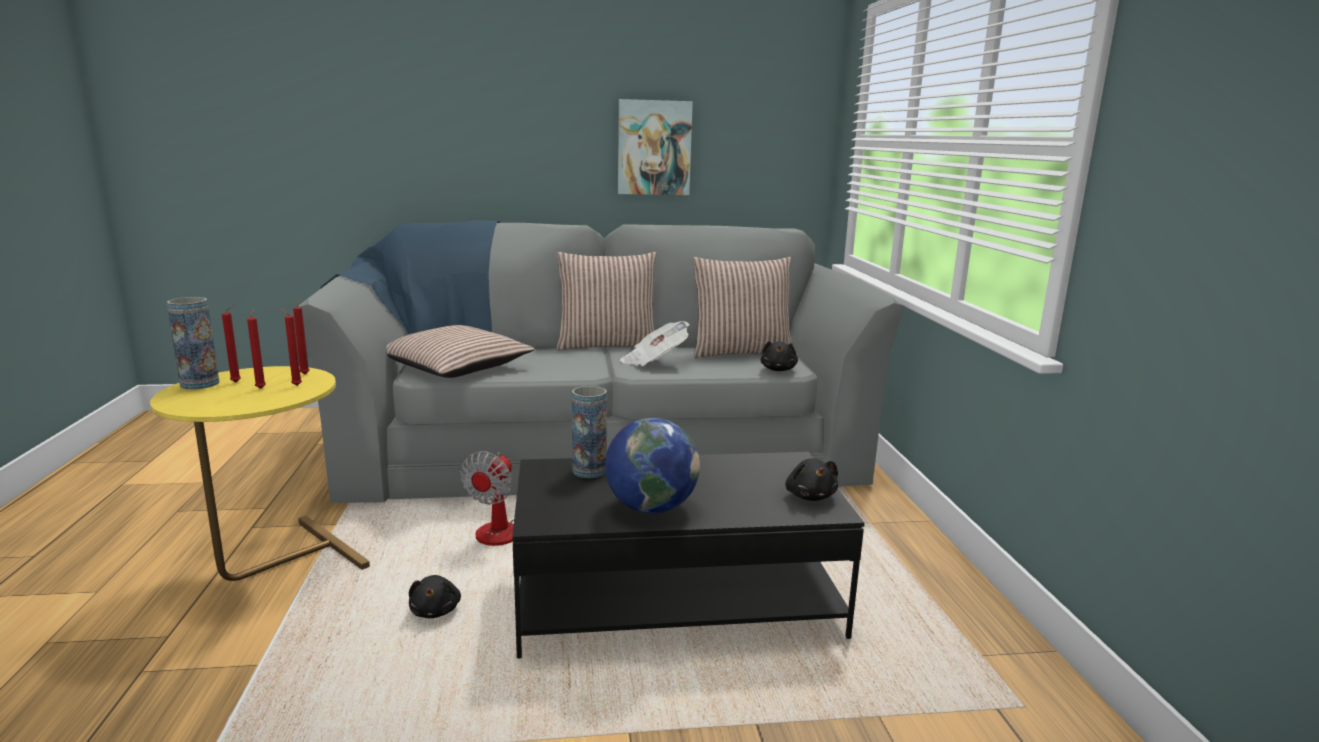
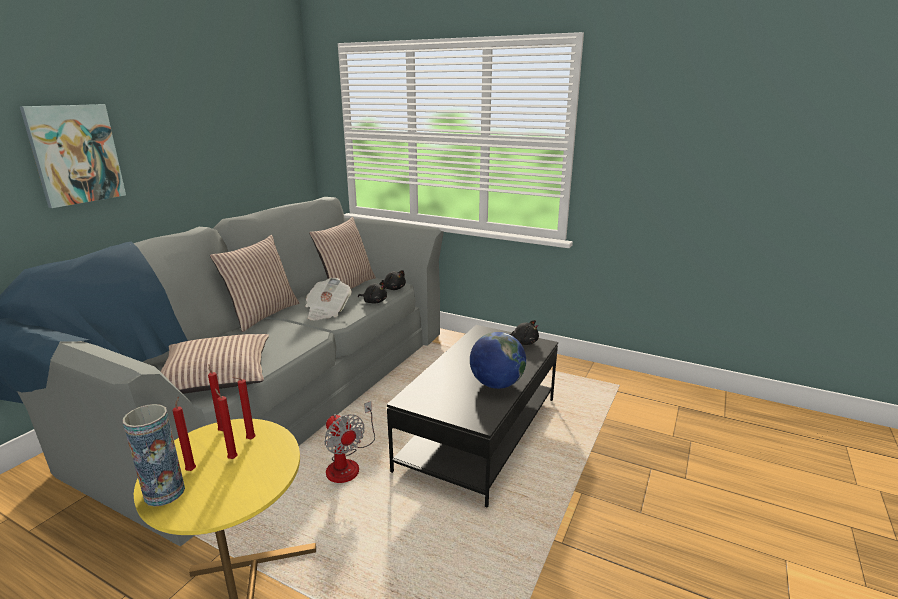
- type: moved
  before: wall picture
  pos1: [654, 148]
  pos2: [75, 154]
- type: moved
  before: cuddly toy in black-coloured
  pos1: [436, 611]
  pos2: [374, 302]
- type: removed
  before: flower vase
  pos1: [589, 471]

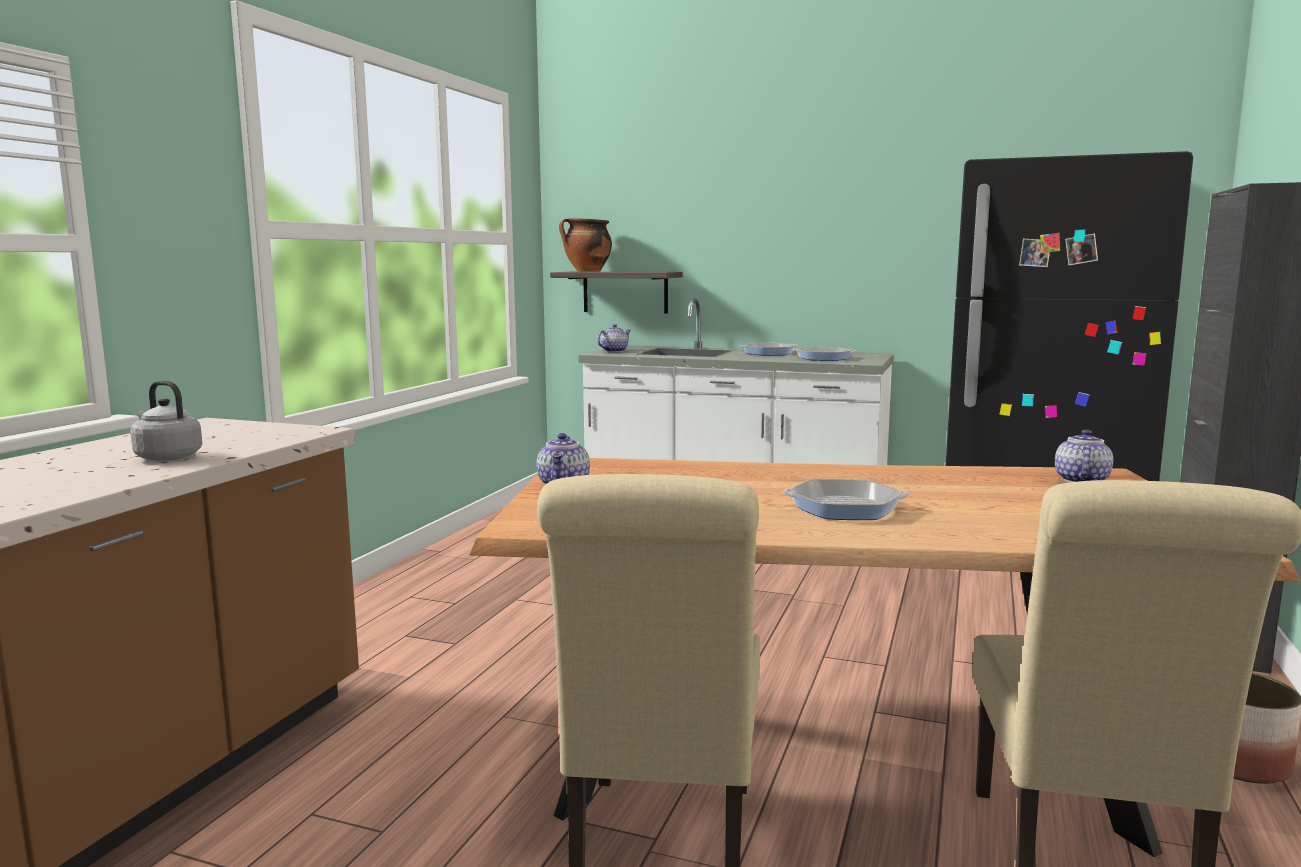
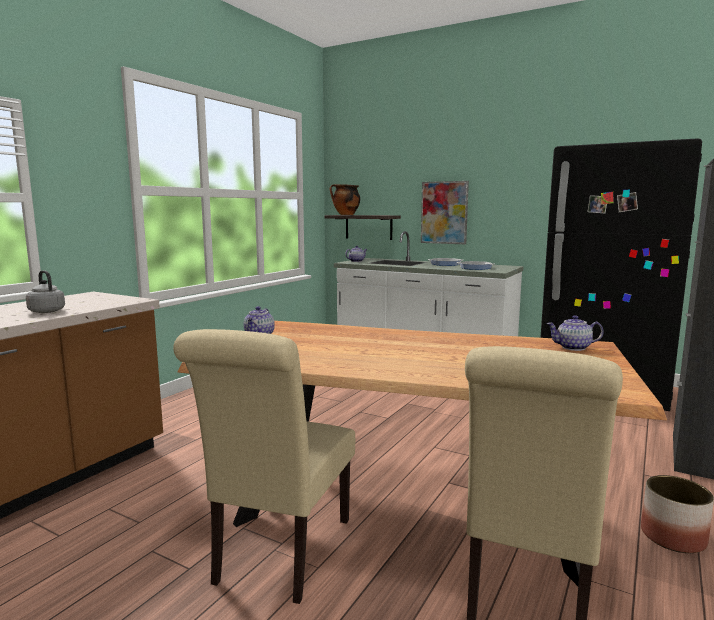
- type: added
  after: wall picture
  pos2: [444, 212]
- type: turned
  before: teapot
  pos1: [1080, 480]
  pos2: [573, 348]
  turn: -120
- type: removed
  before: frying pan
  pos1: [844, 508]

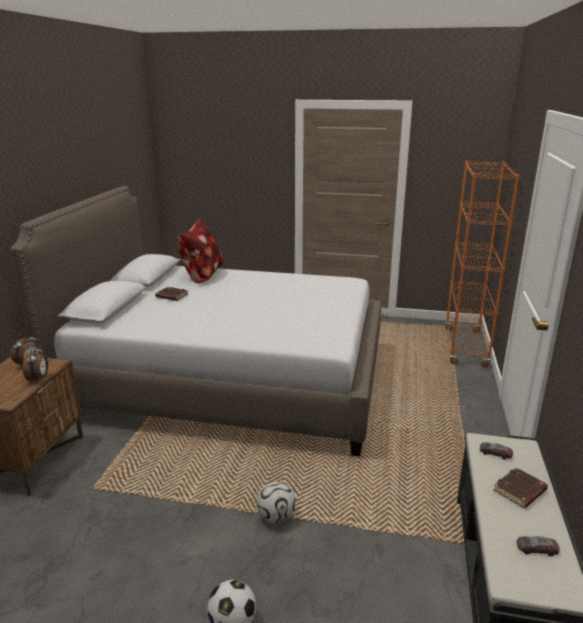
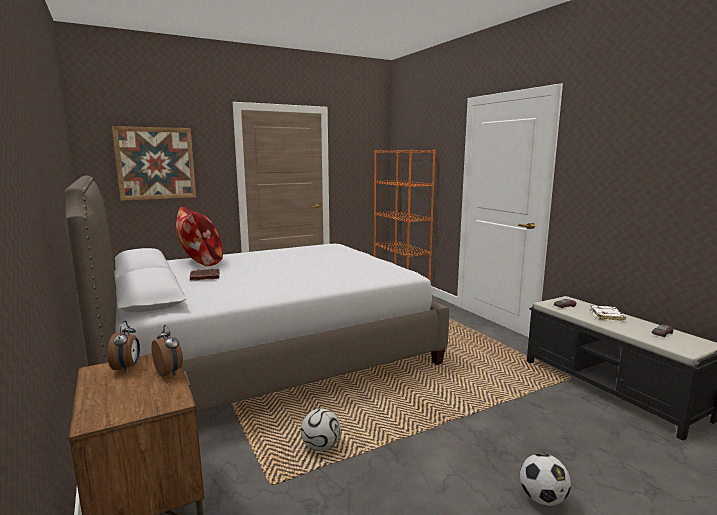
- type: added
  after: wall picture
  pos2: [156, 163]
- type: moved
  before: ball for football
  pos1: [276, 517]
  pos2: [321, 446]
- type: recoloured
  before: book in brown-coloured
  after: book in white-coloured
  pos1: [520, 491]
  pos2: [607, 316]

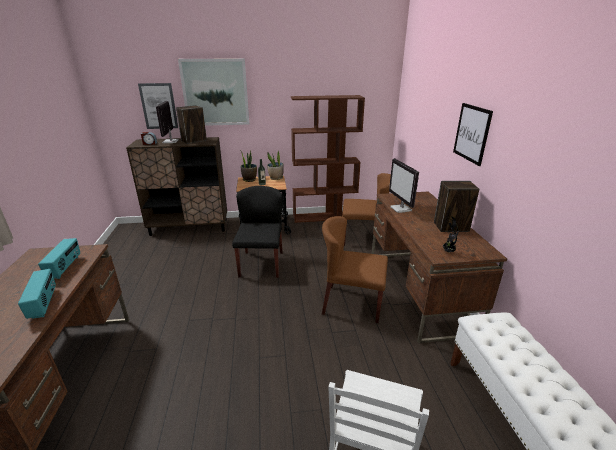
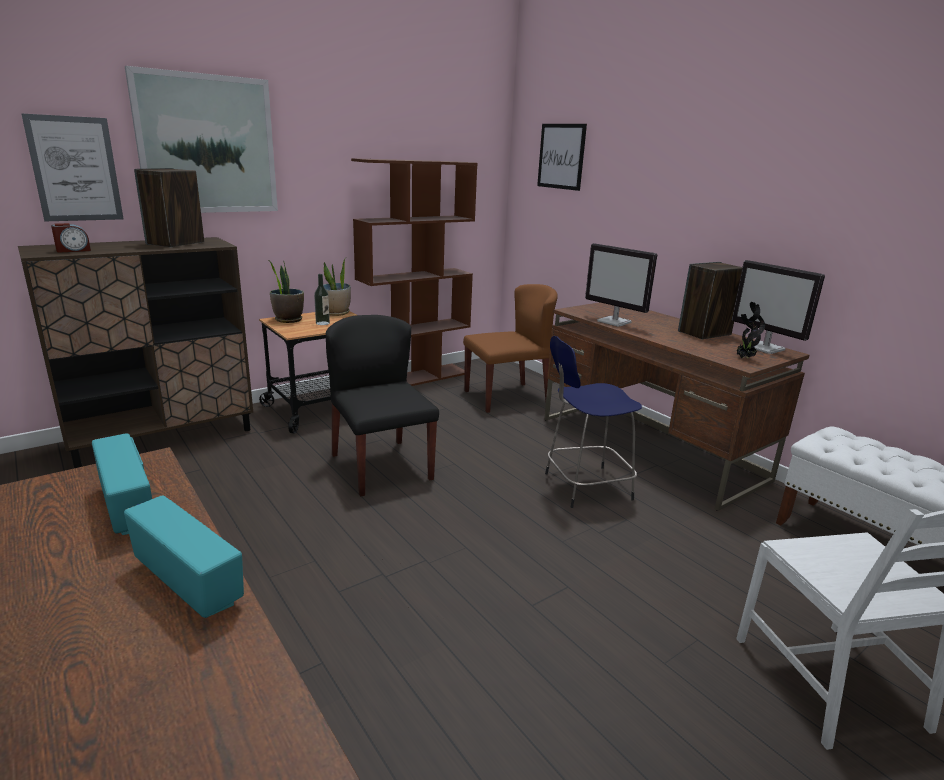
- type: moved
  before: wall picture
  pos1: [472, 133]
  pos2: [561, 156]
- type: replaced
  before: chair in brown-coloured
  after: stool in bluish
  pos1: [351, 303]
  pos2: [584, 486]
- type: moved
  before: computer screen
  pos1: [170, 141]
  pos2: [765, 348]

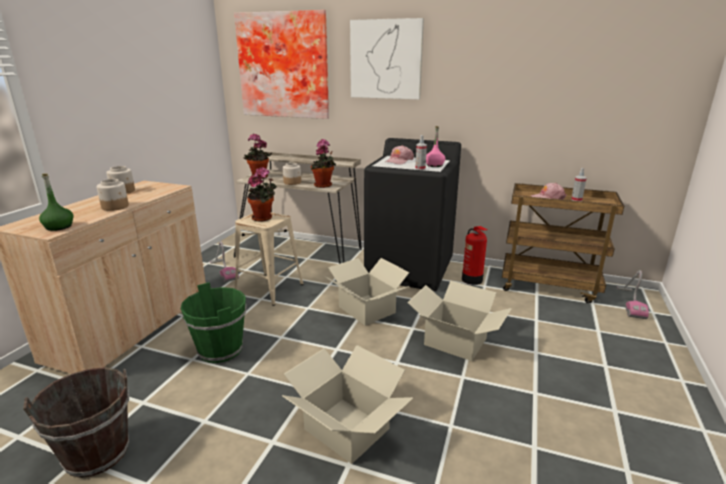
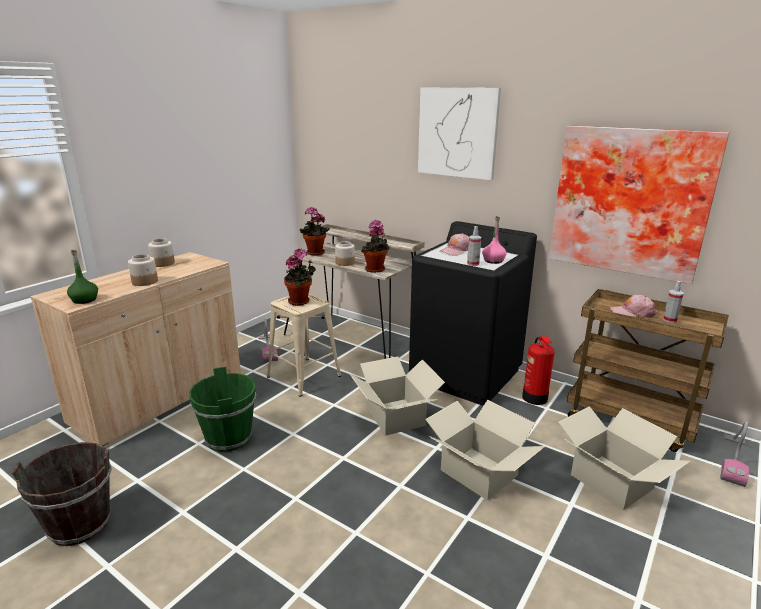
- type: moved
  before: wall picture
  pos1: [284, 66]
  pos2: [630, 201]
- type: moved
  before: packing box
  pos1: [346, 429]
  pos2: [611, 482]

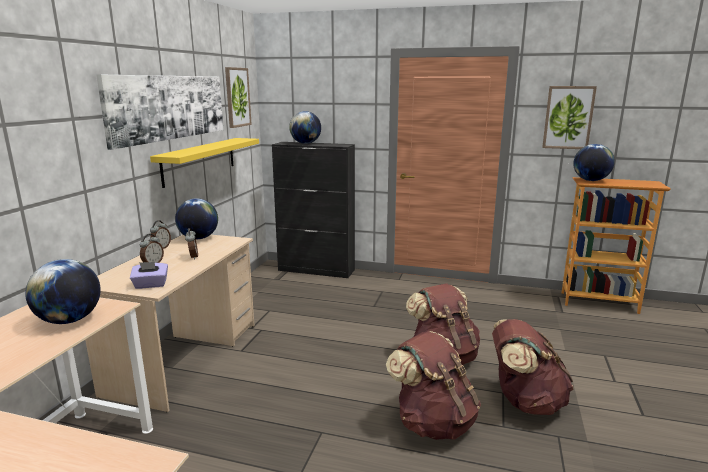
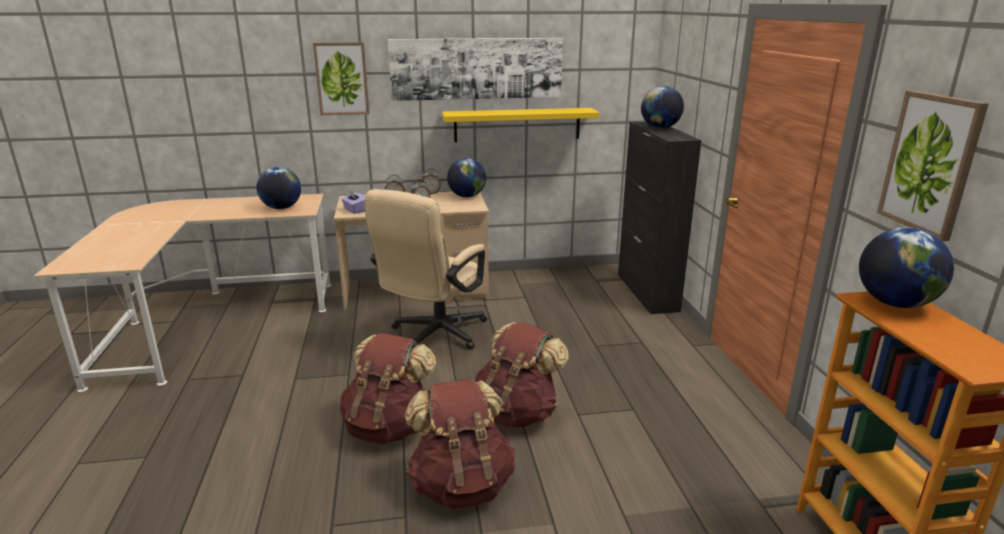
- type: moved
  before: wall picture
  pos1: [237, 97]
  pos2: [342, 79]
- type: added
  after: office chair in beige
  pos2: [433, 336]

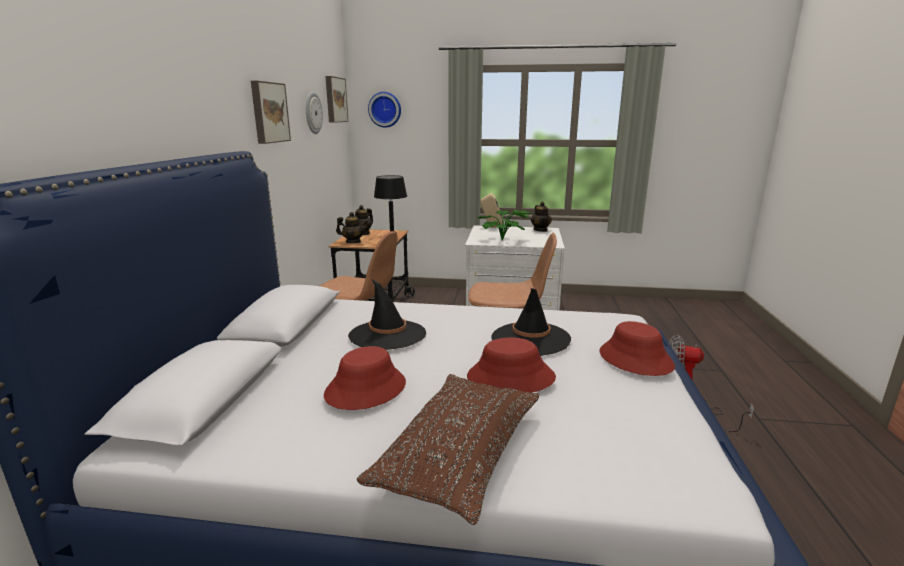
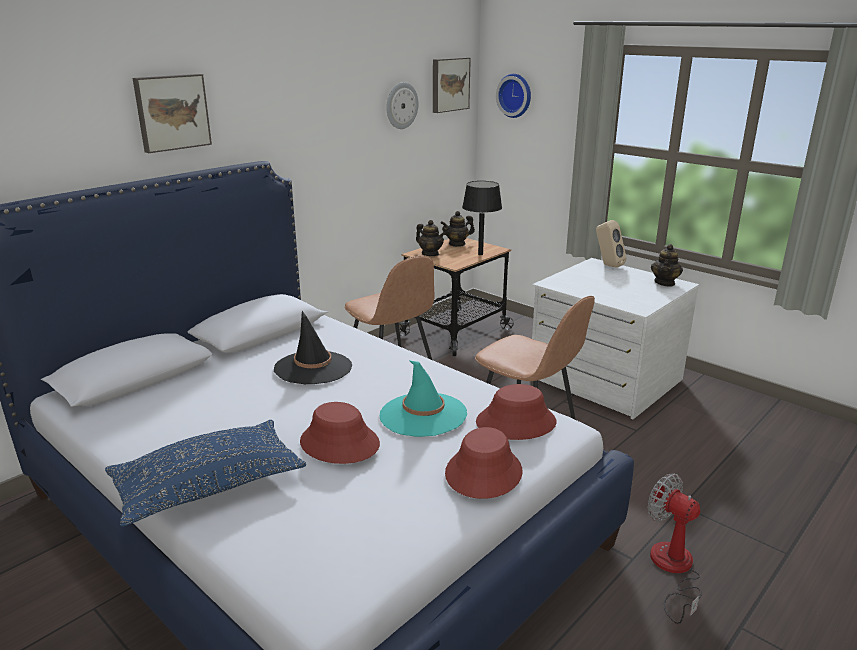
- type: recoloured
  before: cushion in brown-coloured
  after: cushion in bluish
  pos1: [460, 455]
  pos2: [209, 486]
- type: moved
  before: wall picture
  pos1: [268, 112]
  pos2: [171, 112]
- type: recoloured
  before: hat in black-coloured
  after: hat in blue-green
  pos1: [530, 339]
  pos2: [423, 415]
- type: moved
  before: hat in red
  pos1: [365, 389]
  pos2: [516, 422]
- type: removed
  before: plant in a pot
  pos1: [504, 240]

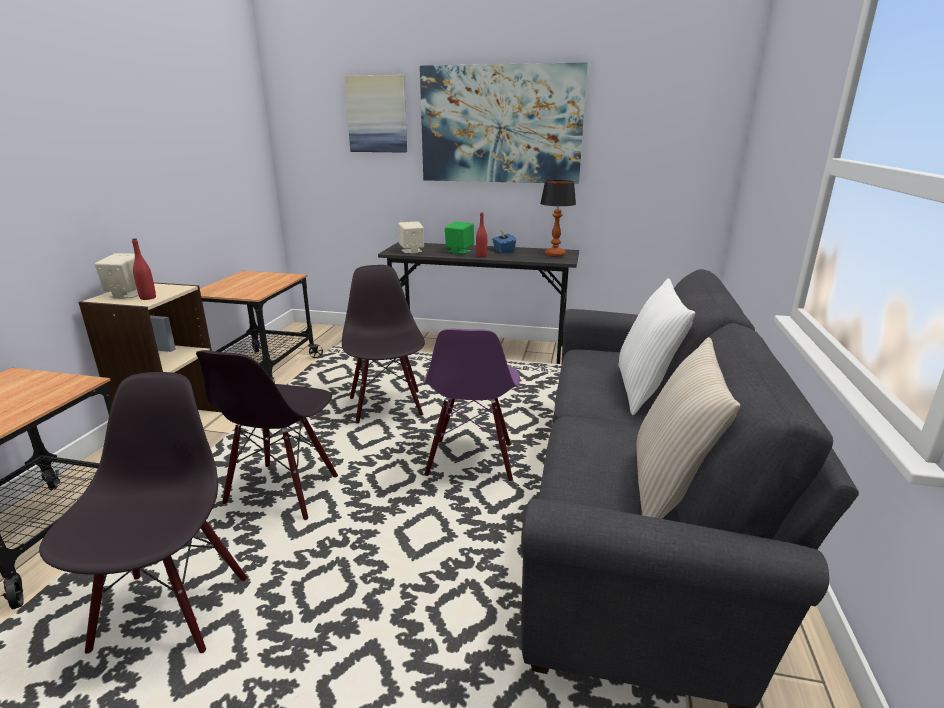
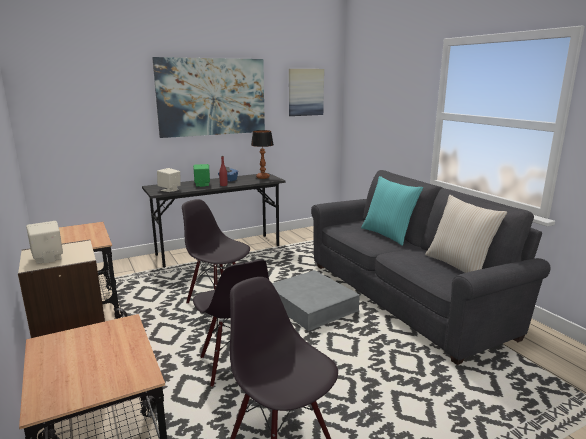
- type: replaced
  before: chair in purple
  after: storage bin in grey
  pos1: [471, 461]
  pos2: [311, 306]
- type: moved
  before: wall picture
  pos1: [377, 114]
  pos2: [305, 92]
- type: recoloured
  before: cushion in white-coloured
  after: cushion in blue-green
  pos1: [645, 390]
  pos2: [388, 235]
- type: removed
  before: bottle in red
  pos1: [148, 298]

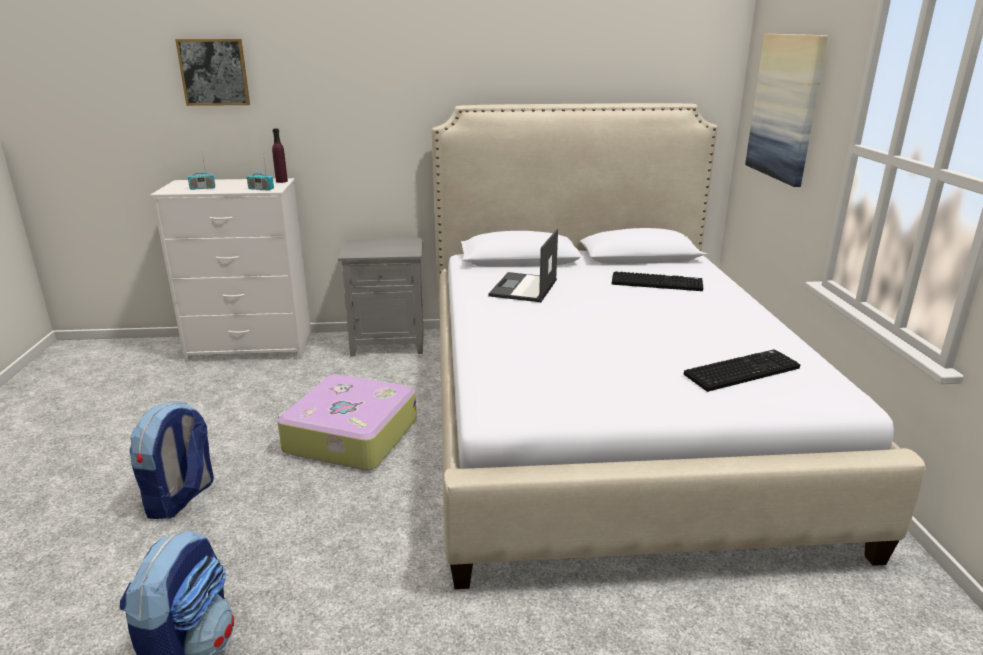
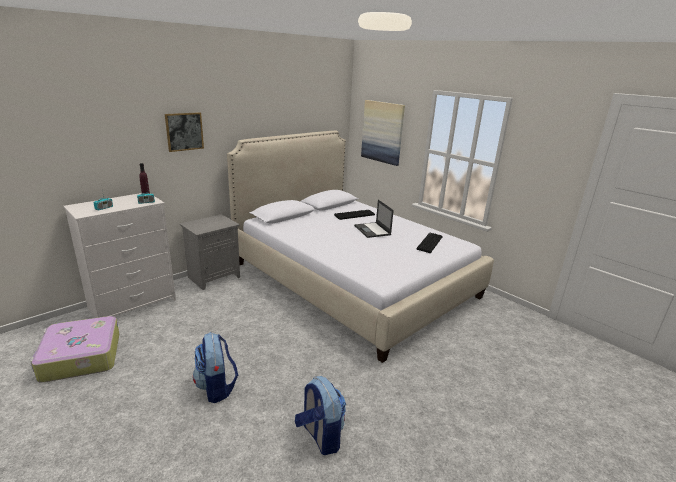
- type: moved
  before: travel case
  pos1: [349, 436]
  pos2: [80, 357]
- type: moved
  before: wall picture
  pos1: [214, 72]
  pos2: [184, 131]
- type: moved
  before: notebook computer
  pos1: [523, 288]
  pos2: [372, 230]

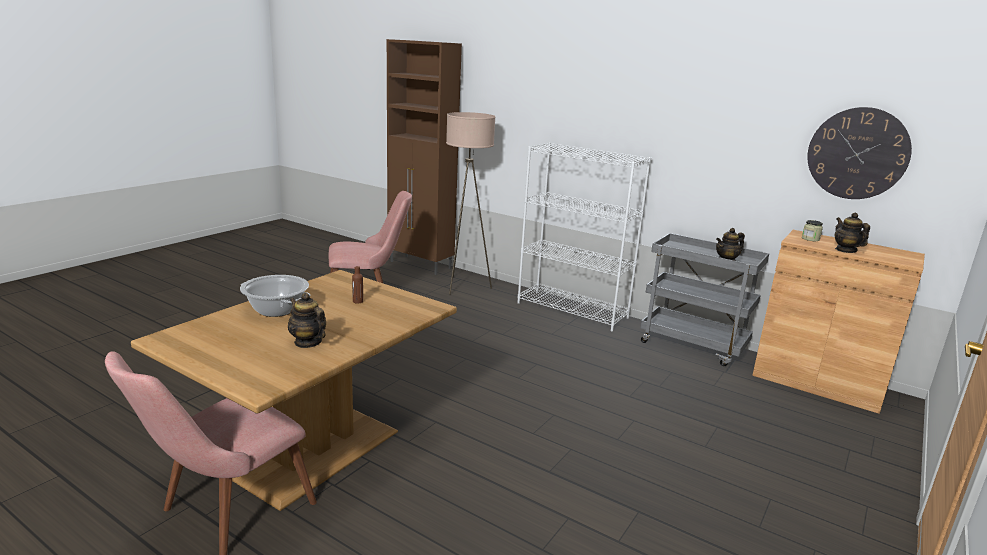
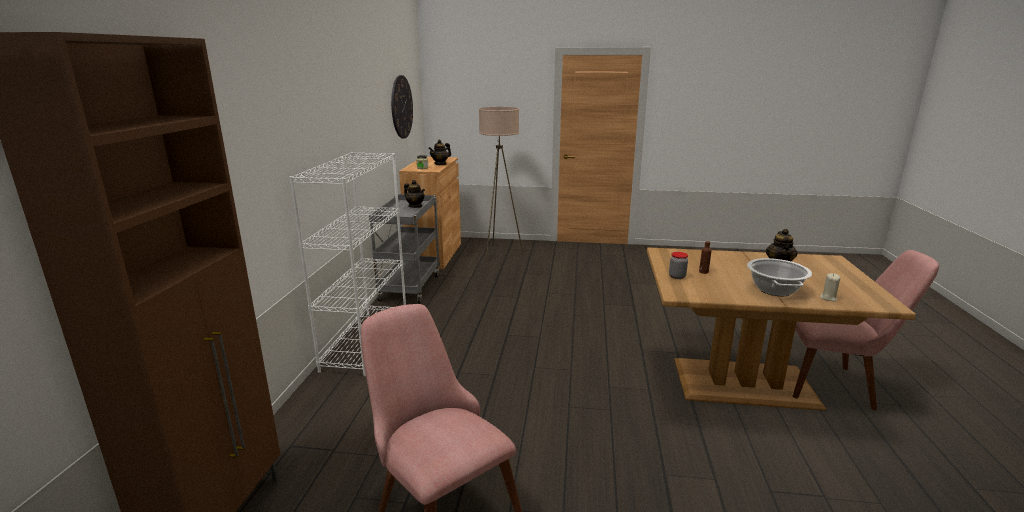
- type: moved
  before: floor lamp in beige
  pos1: [464, 286]
  pos2: [500, 252]
- type: added
  after: preserve jar
  pos2: [677, 276]
- type: added
  after: wax light in beige
  pos2: [828, 298]

